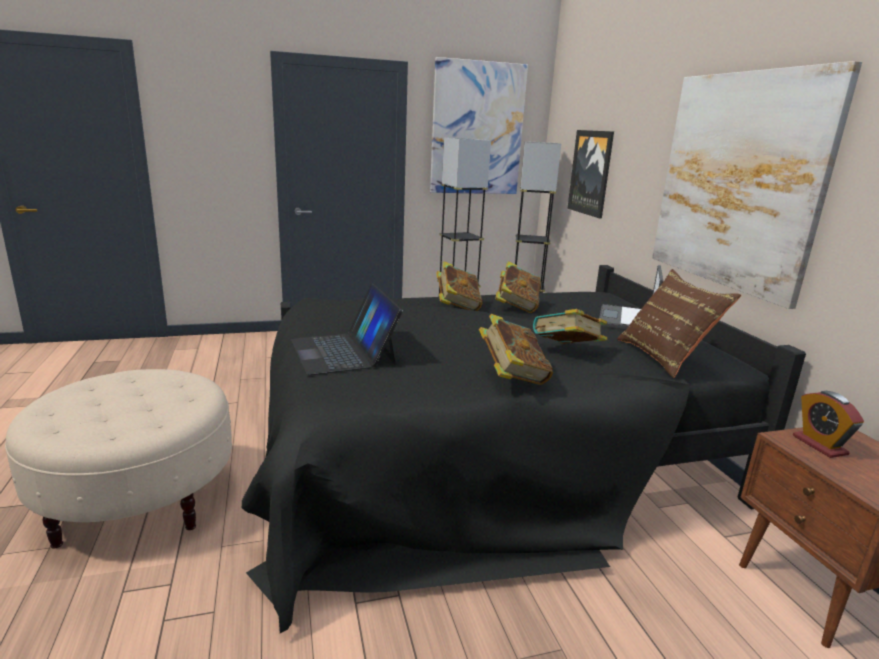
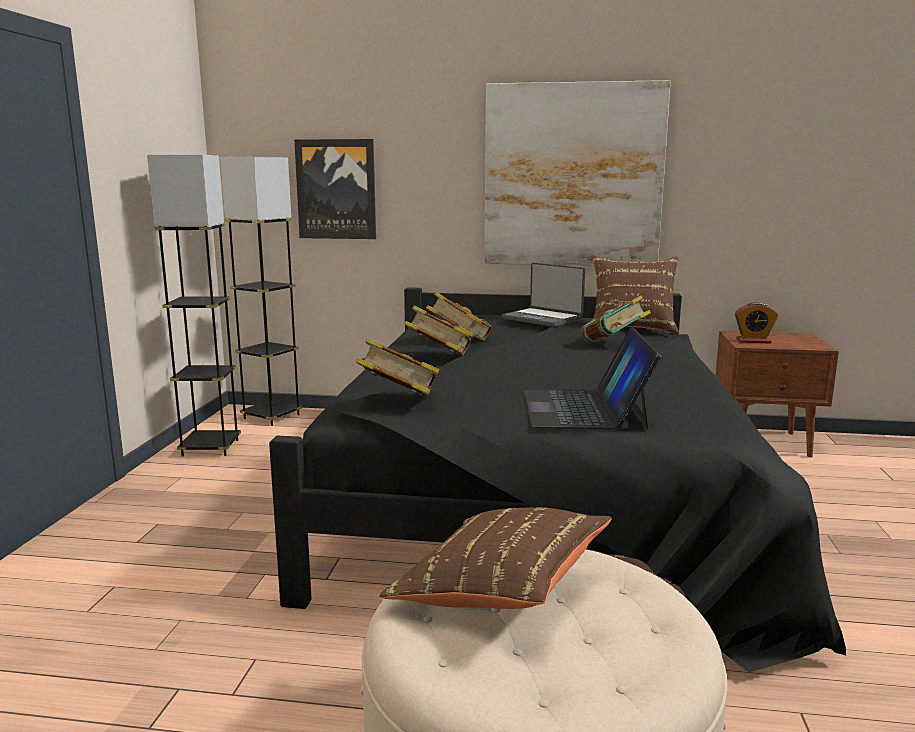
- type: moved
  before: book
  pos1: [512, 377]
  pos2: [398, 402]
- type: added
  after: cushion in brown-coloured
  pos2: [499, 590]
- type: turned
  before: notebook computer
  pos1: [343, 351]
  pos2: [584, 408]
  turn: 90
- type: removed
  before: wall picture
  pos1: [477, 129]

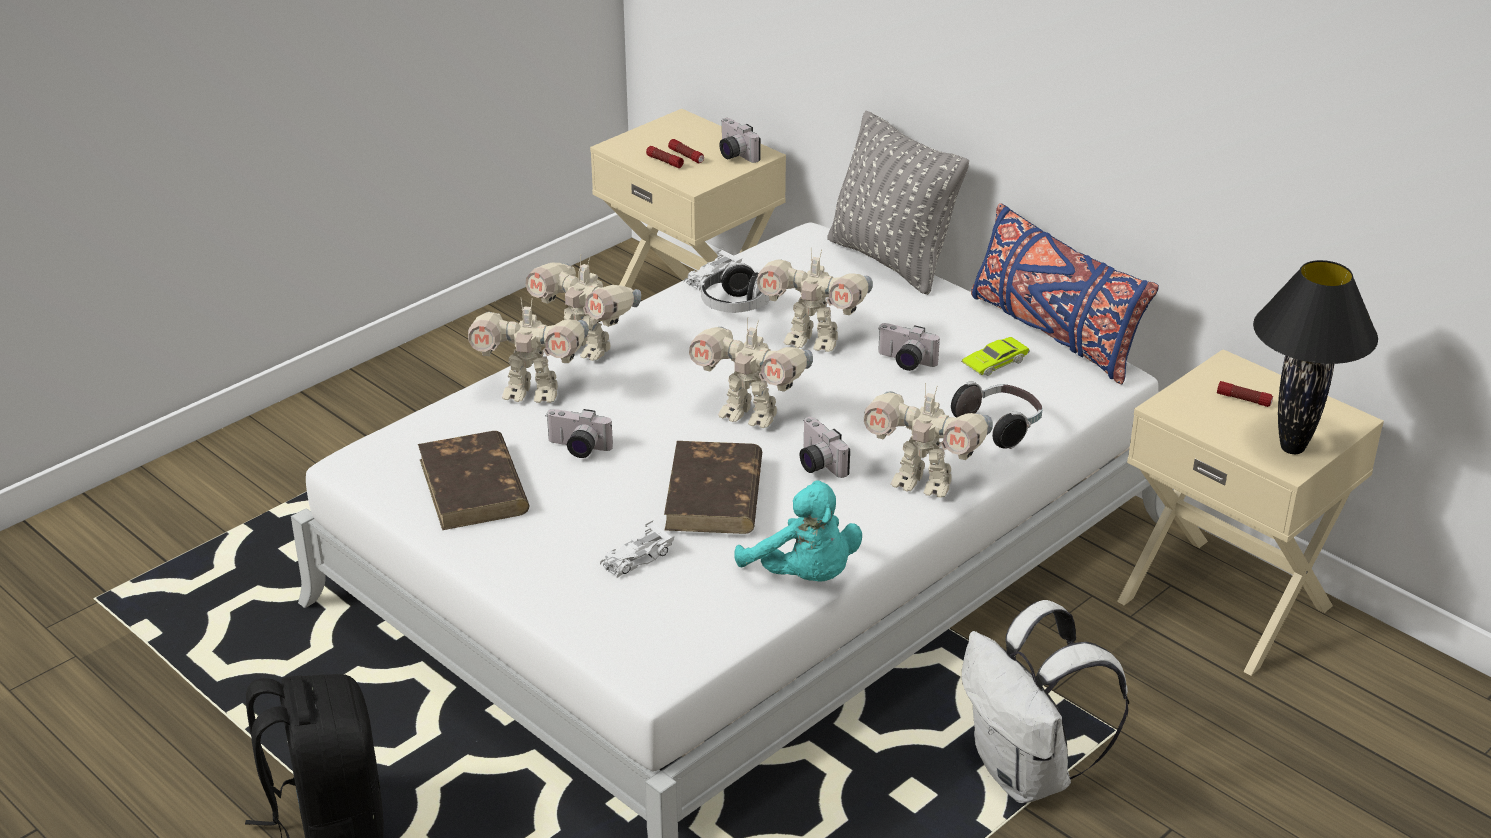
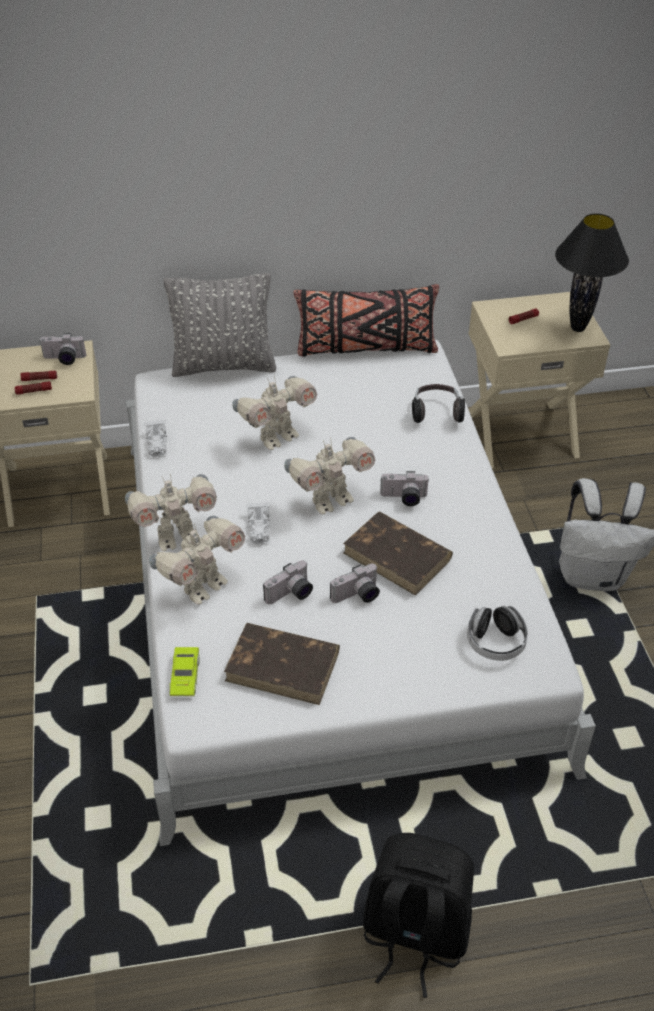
- type: moved
  before: miniature car in green
  pos1: [995, 362]
  pos2: [185, 676]
- type: moved
  before: miniature car in white-coloured
  pos1: [636, 558]
  pos2: [259, 528]
- type: recoloured
  before: cushion in bluish
  after: cushion in black-coloured
  pos1: [1053, 333]
  pos2: [365, 348]
- type: moved
  before: still camera
  pos1: [904, 362]
  pos2: [357, 596]
- type: moved
  before: headphones
  pos1: [735, 305]
  pos2: [495, 643]
- type: removed
  before: cuddly toy in blue-green
  pos1: [804, 576]
- type: removed
  before: model robot
  pos1: [923, 483]

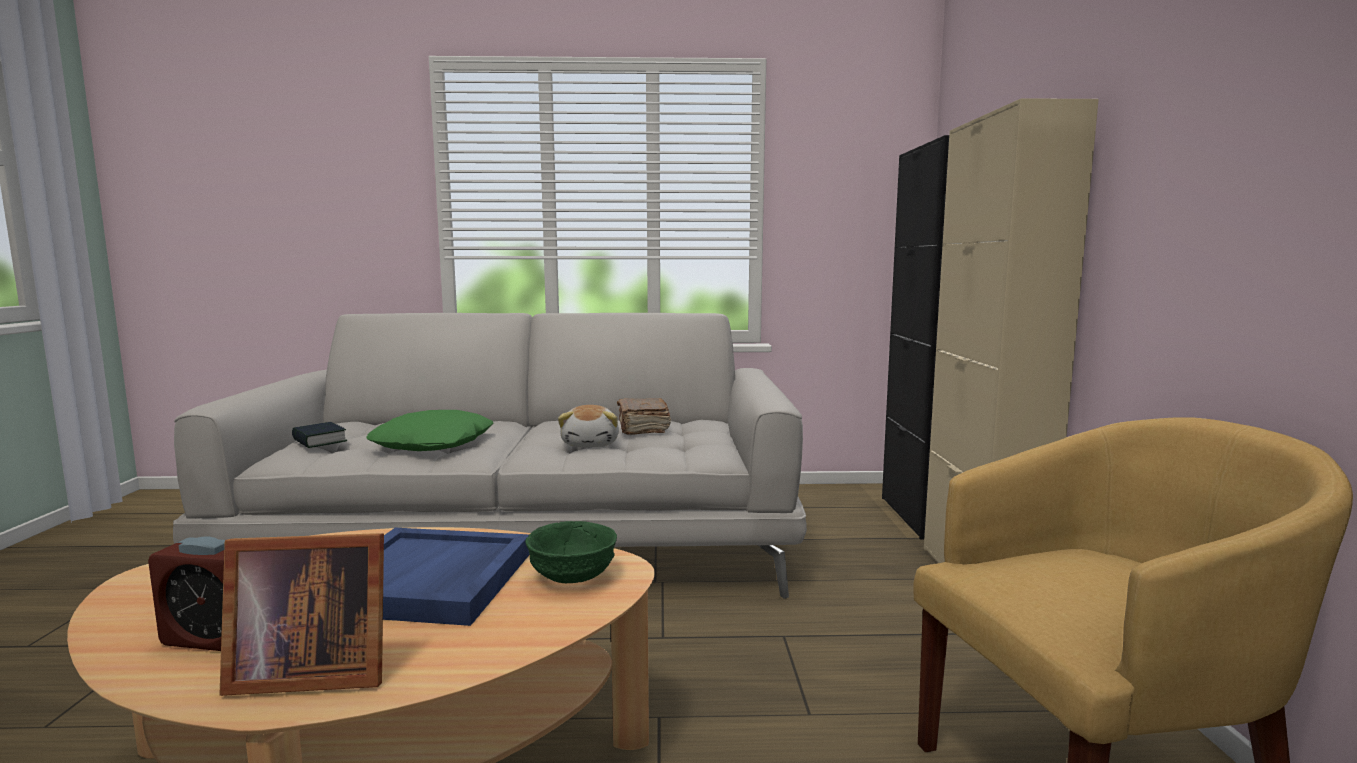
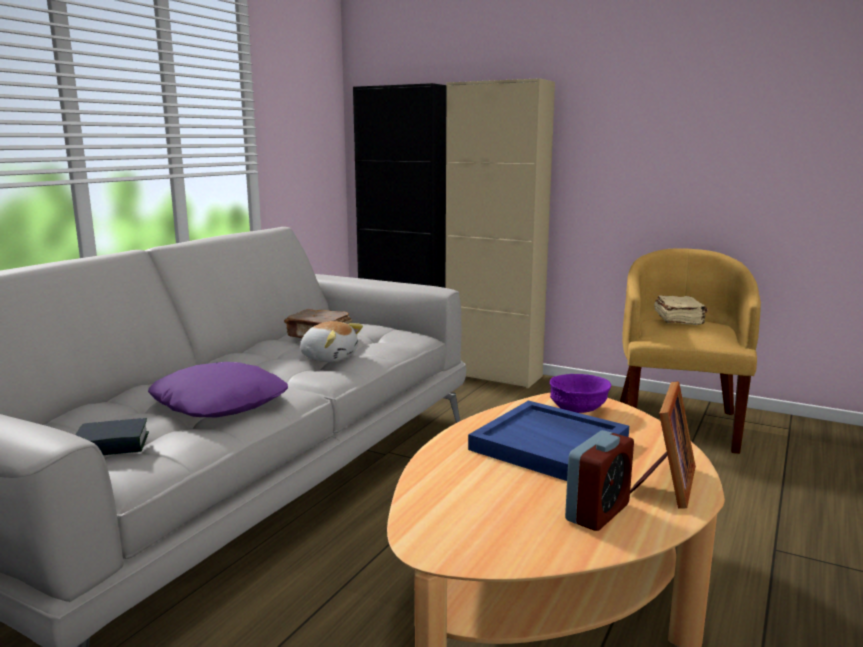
- type: recoloured
  before: cushion in green
  after: cushion in purple
  pos1: [434, 443]
  pos2: [220, 403]
- type: recoloured
  before: bowl in green
  after: bowl in purple
  pos1: [571, 577]
  pos2: [578, 410]
- type: added
  after: book in beige
  pos2: [679, 320]

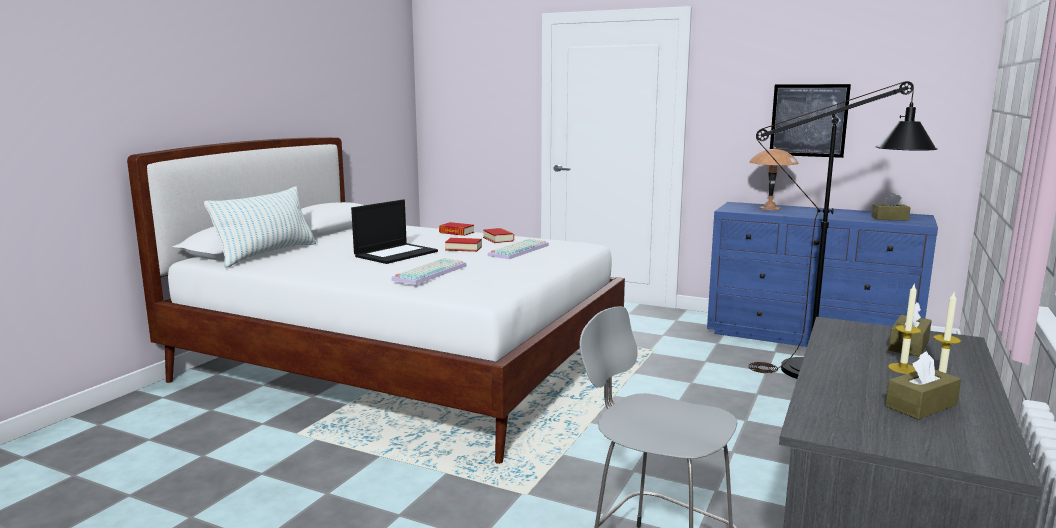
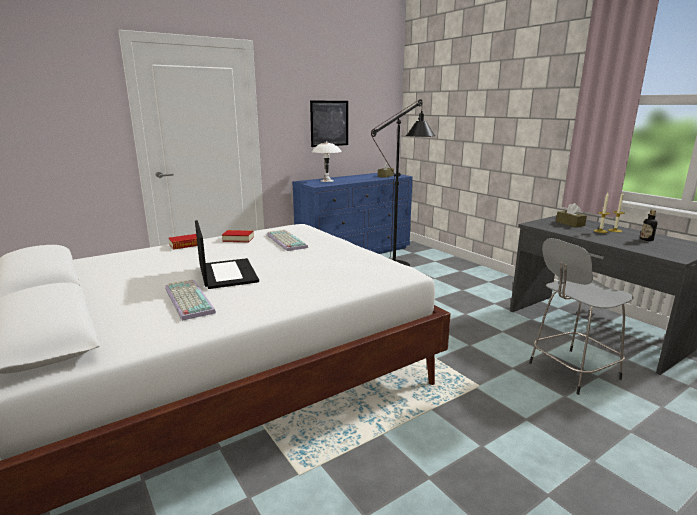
- type: moved
  before: computer keyboard
  pos1: [429, 272]
  pos2: [187, 300]
- type: recoloured
  before: tabletop lamp in brown-coloured
  after: tabletop lamp in white-coloured
  pos1: [769, 208]
  pos2: [326, 181]
- type: replaced
  before: tissue box in brown-coloured
  after: bottle
  pos1: [921, 405]
  pos2: [646, 239]
- type: removed
  before: cushion
  pos1: [267, 254]
- type: removed
  before: book
  pos1: [463, 248]

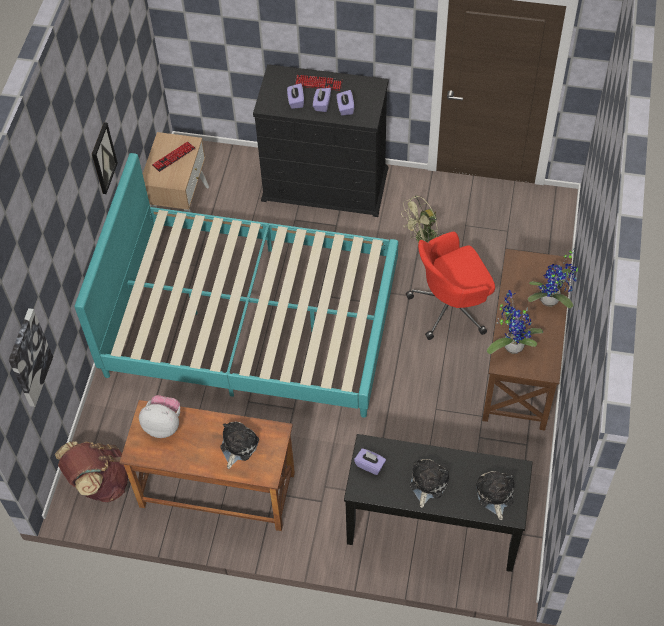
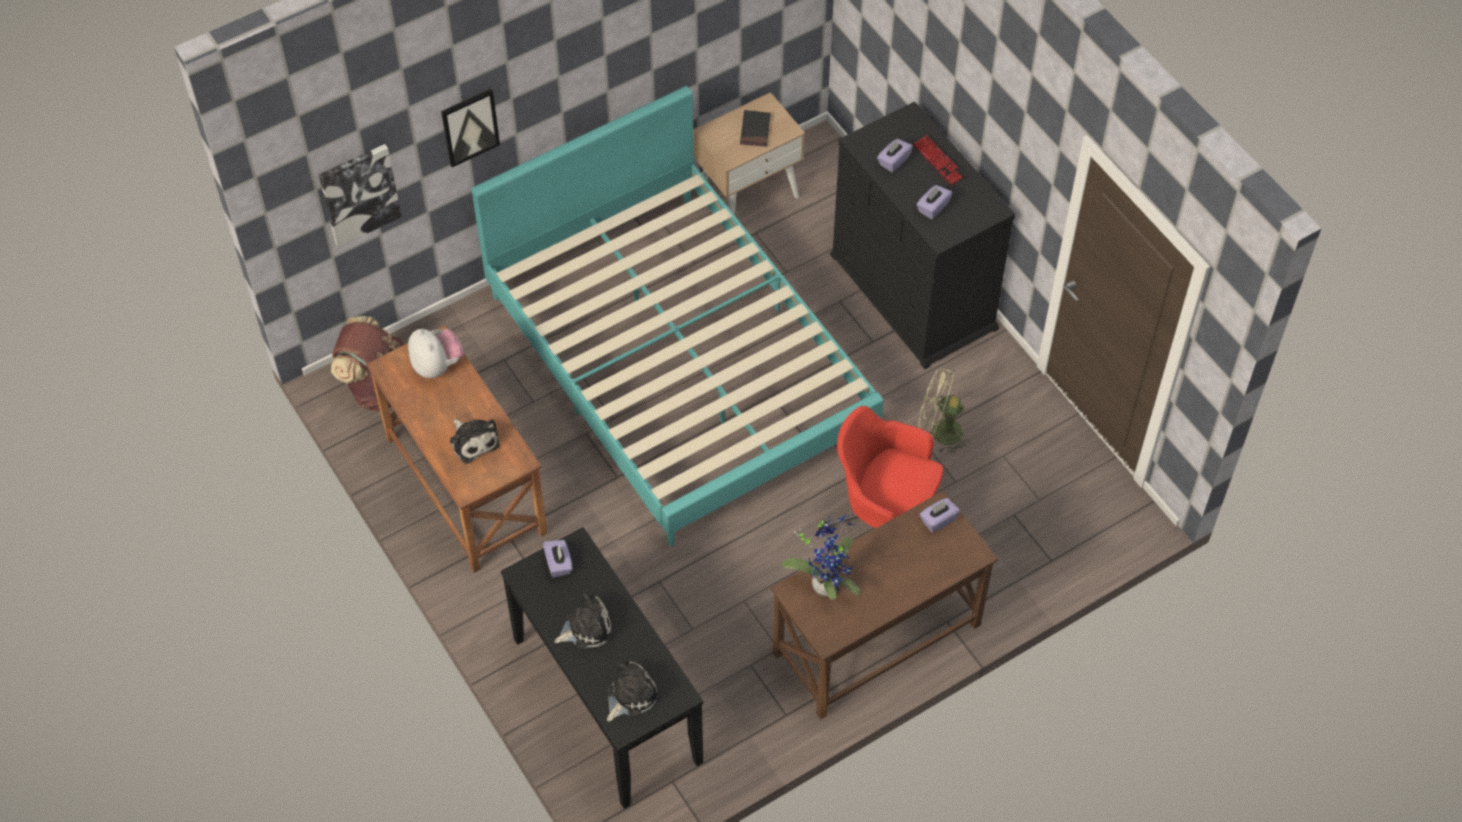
- type: moved
  before: wall picture
  pos1: [103, 158]
  pos2: [469, 126]
- type: turned
  before: cuddly toy
  pos1: [238, 446]
  pos2: [473, 441]
  turn: 75
- type: replaced
  before: computer keyboard
  after: book in black-coloured
  pos1: [173, 157]
  pos2: [755, 130]
- type: moved
  before: tissue box in purple
  pos1: [322, 104]
  pos2: [938, 520]
- type: removed
  before: plant in a pot
  pos1: [551, 300]

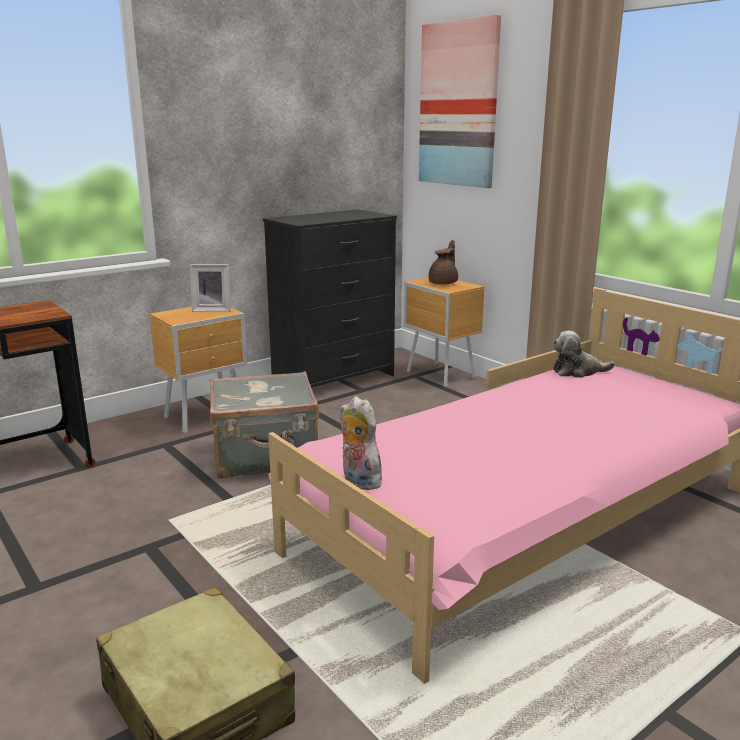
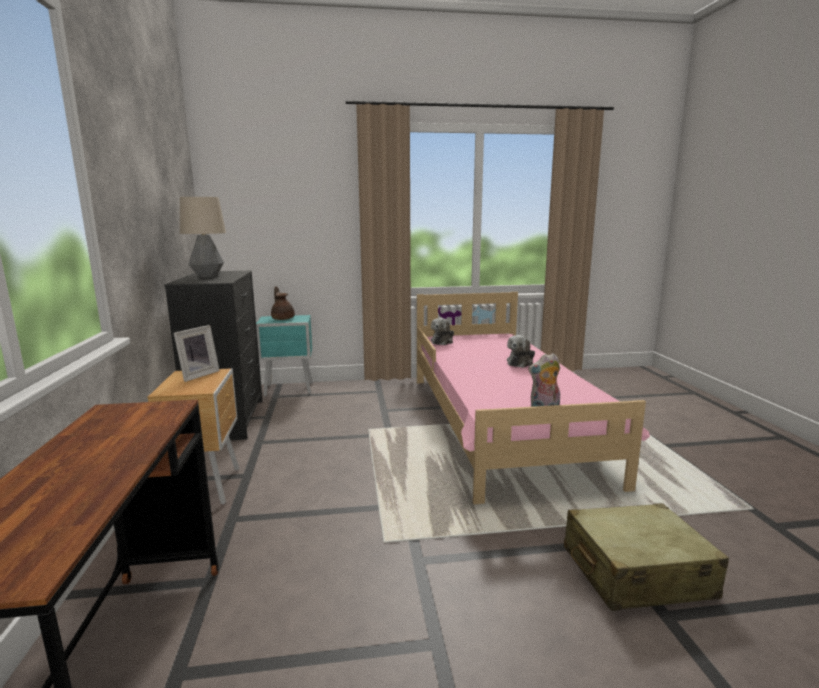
- type: added
  after: tabletop lamp
  pos2: [208, 276]
- type: recoloured
  before: bedside table in brown-coloured
  after: bedside table in blue-green
  pos1: [441, 375]
  pos2: [290, 390]
- type: added
  after: cuddly toy
  pos2: [521, 362]
- type: removed
  before: travel case in grey
  pos1: [266, 457]
- type: removed
  before: wall picture
  pos1: [458, 105]

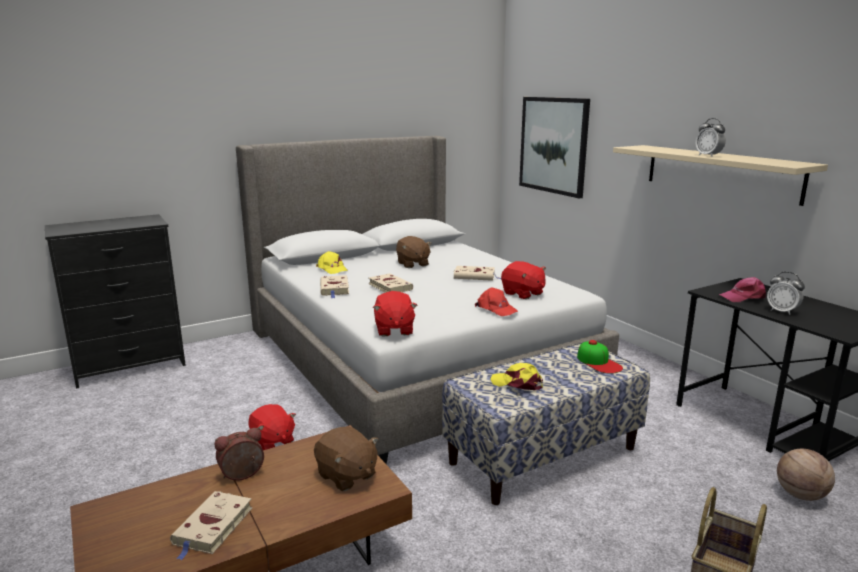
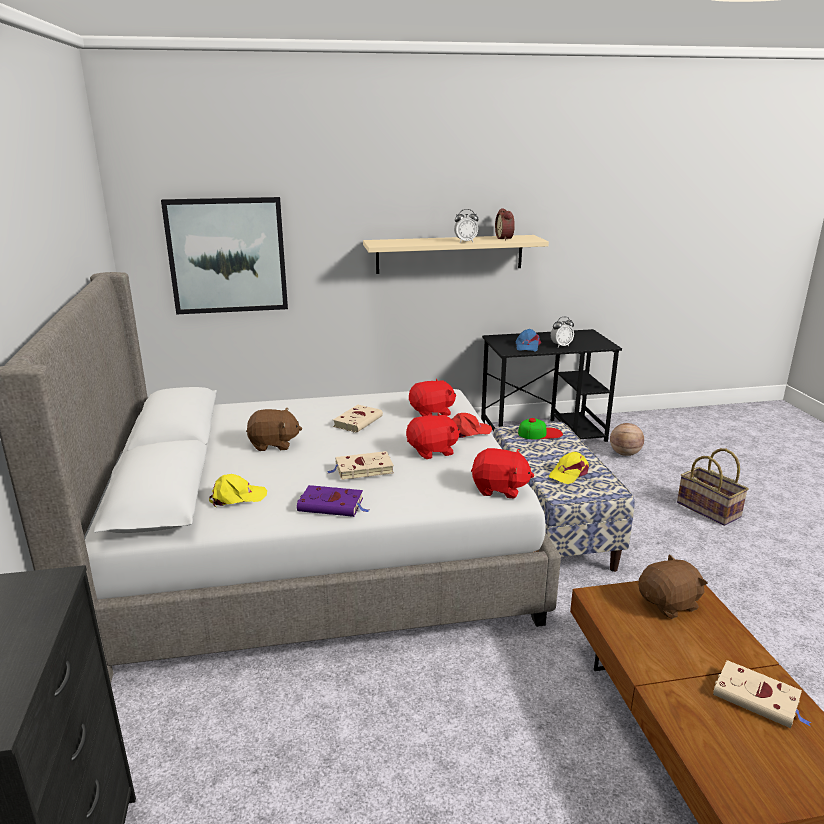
- type: recoloured
  before: book in beige
  after: book in purple
  pos1: [334, 289]
  pos2: [332, 505]
- type: moved
  before: cuddly toy in red
  pos1: [272, 441]
  pos2: [432, 451]
- type: moved
  before: alarm clock
  pos1: [242, 475]
  pos2: [505, 238]
- type: recoloured
  before: cap in pink
  after: cap in bluish
  pos1: [743, 297]
  pos2: [527, 346]

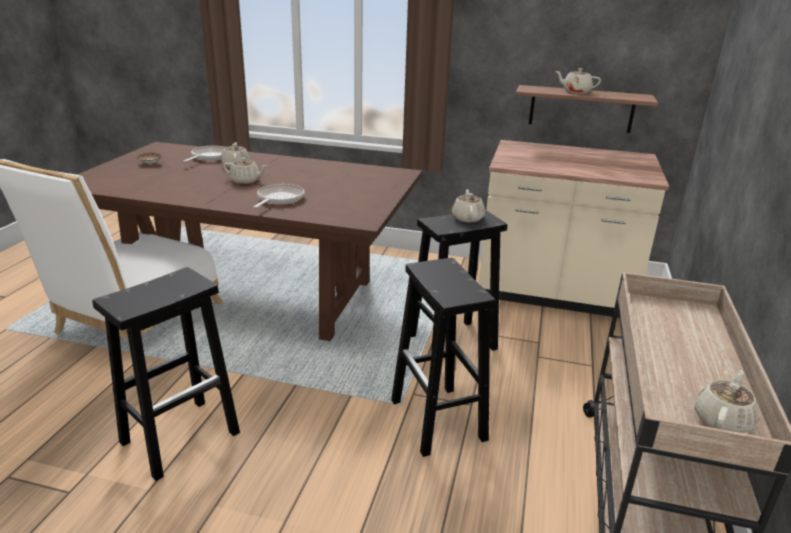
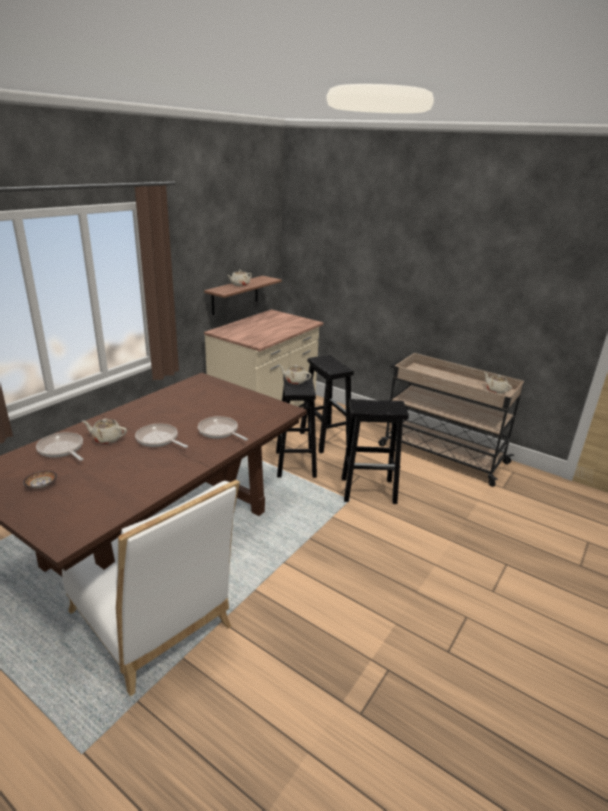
- type: replaced
  before: teapot in beige
  after: frying pan
  pos1: [246, 181]
  pos2: [159, 439]
- type: moved
  before: stool in black-coloured
  pos1: [182, 436]
  pos2: [324, 438]

